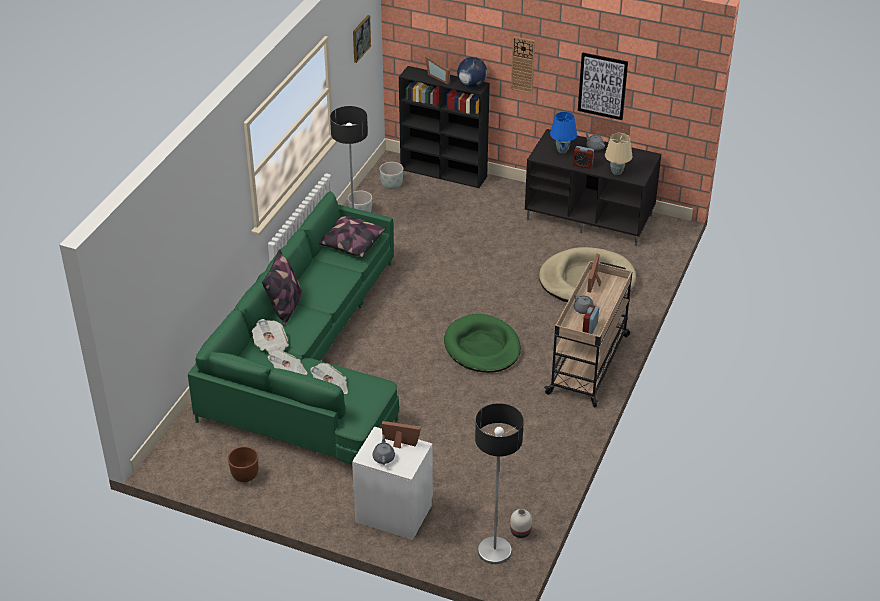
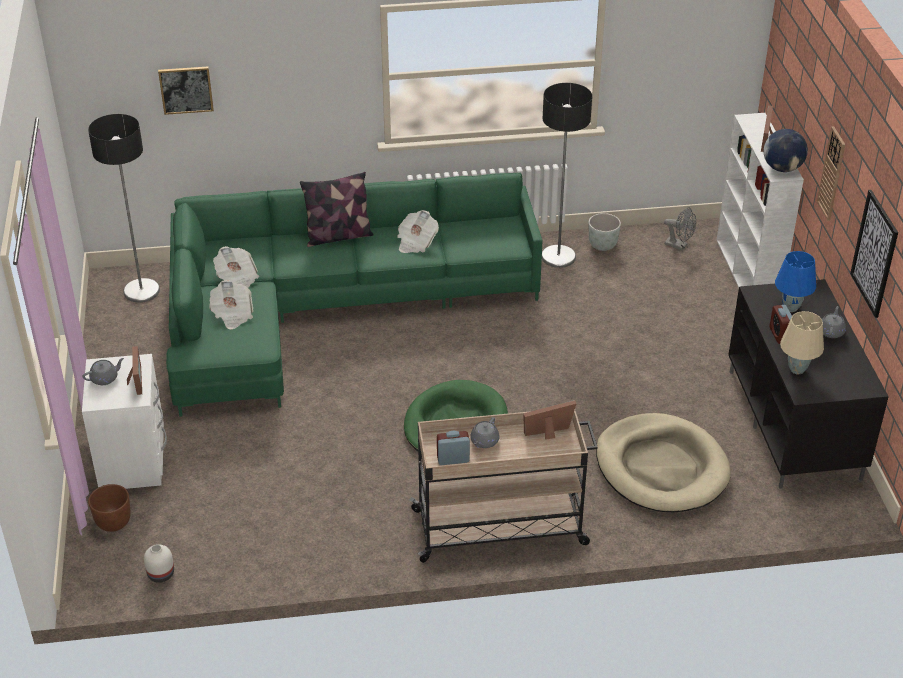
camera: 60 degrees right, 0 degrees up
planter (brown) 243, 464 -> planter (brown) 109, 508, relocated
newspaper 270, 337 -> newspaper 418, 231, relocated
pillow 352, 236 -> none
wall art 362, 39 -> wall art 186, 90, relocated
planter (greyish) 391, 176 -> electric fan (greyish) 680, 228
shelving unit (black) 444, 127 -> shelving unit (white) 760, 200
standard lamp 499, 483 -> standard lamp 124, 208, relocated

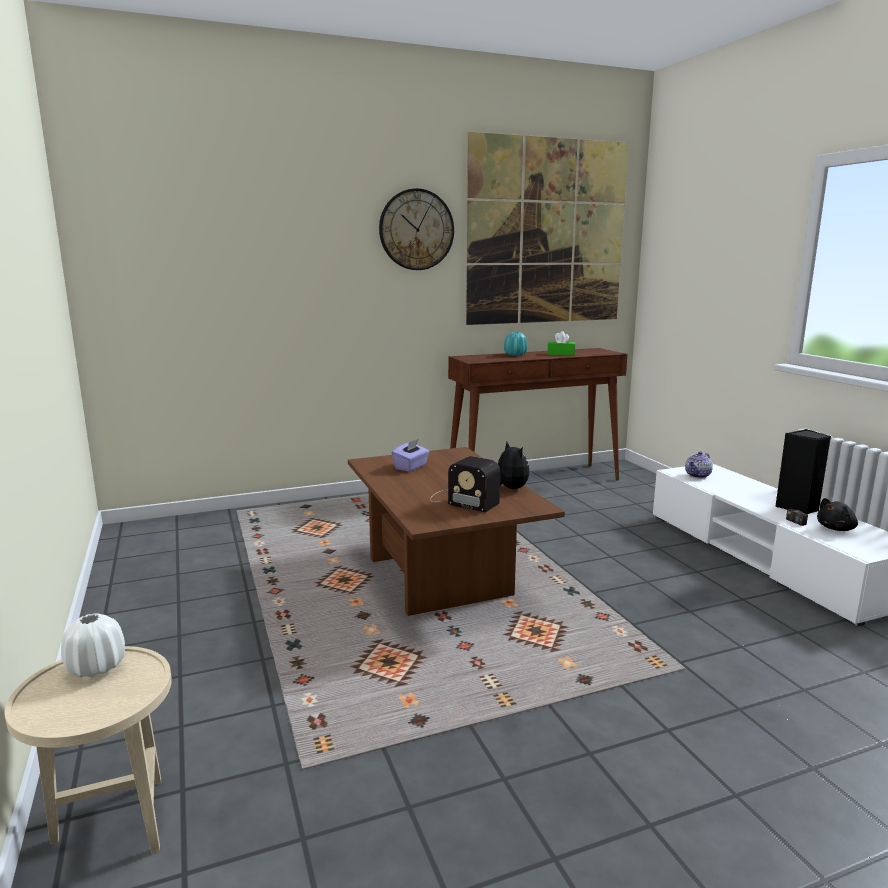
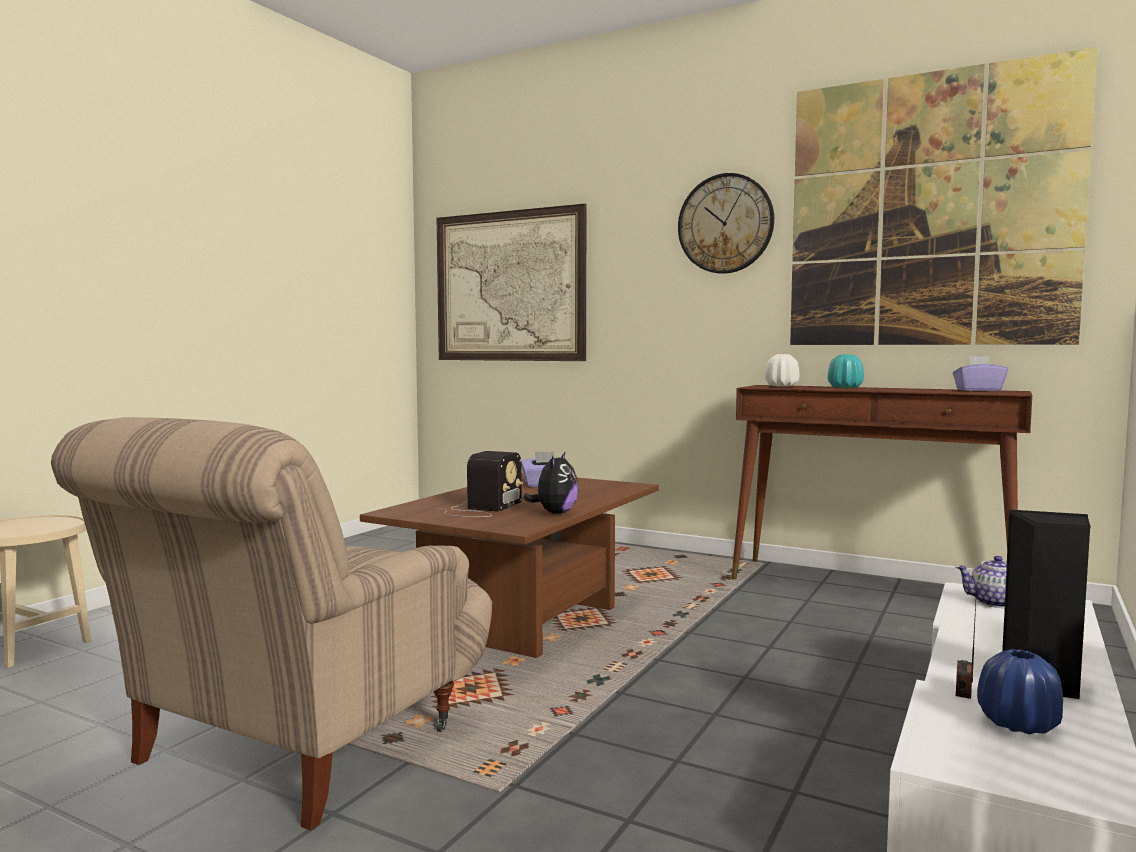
camera: 50 degrees right, 10 degrees down
flower vase (white) 93, 645 -> flower vase (white) 782, 370, relocated
radio 465, 484 -> radio 480, 484, 150 degrees counterclockwise
tissue holder (green-coloured) 561, 343 -> none
plush toy (black) 837, 514 -> flower vase (blue-coloured) 1020, 691
none -> easy chair (beige) 271, 623
none -> wall art 511, 282
none -> tissue holder (purple) 980, 373

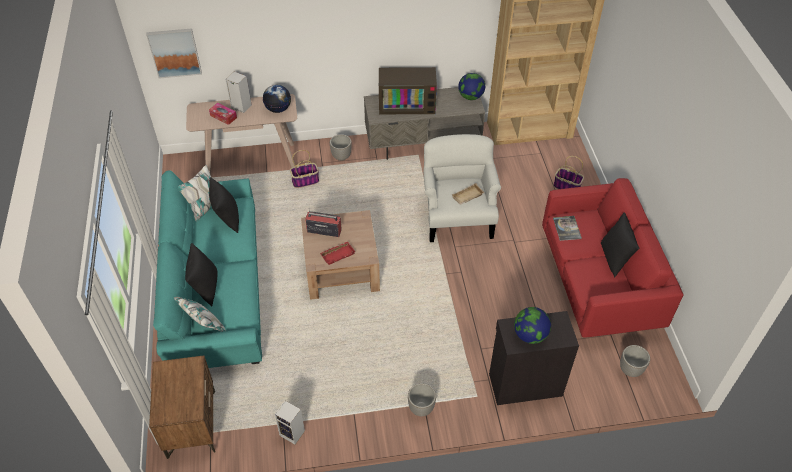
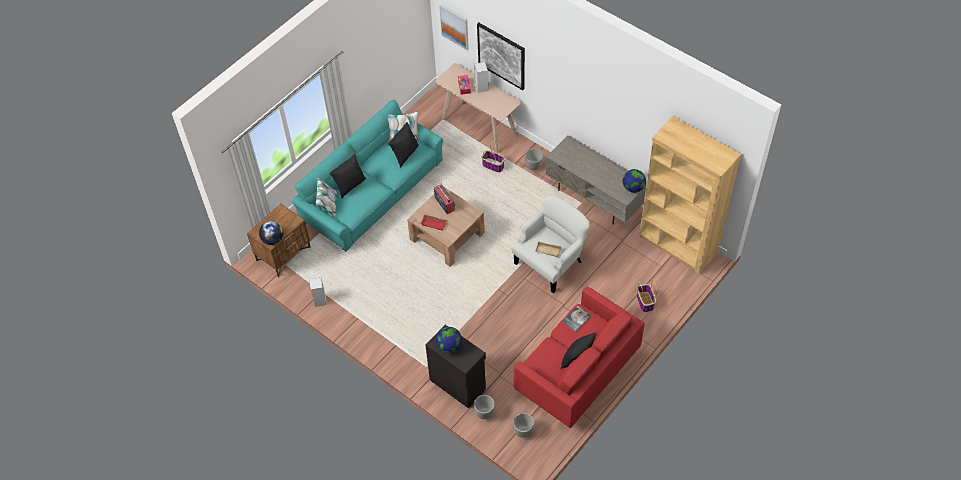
camera: 50 degrees right, 5 degrees up
globe 277, 99 -> globe 271, 233, relocated
television 408, 90 -> none
planter 422, 399 -> planter 484, 407, relocated
none -> wall art 501, 56

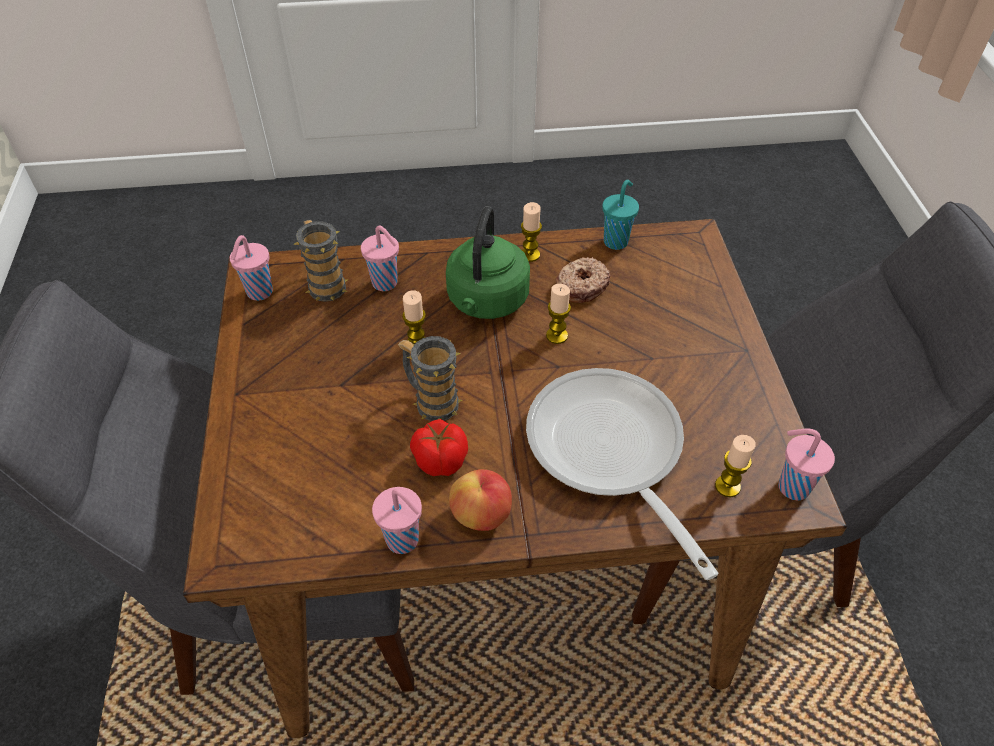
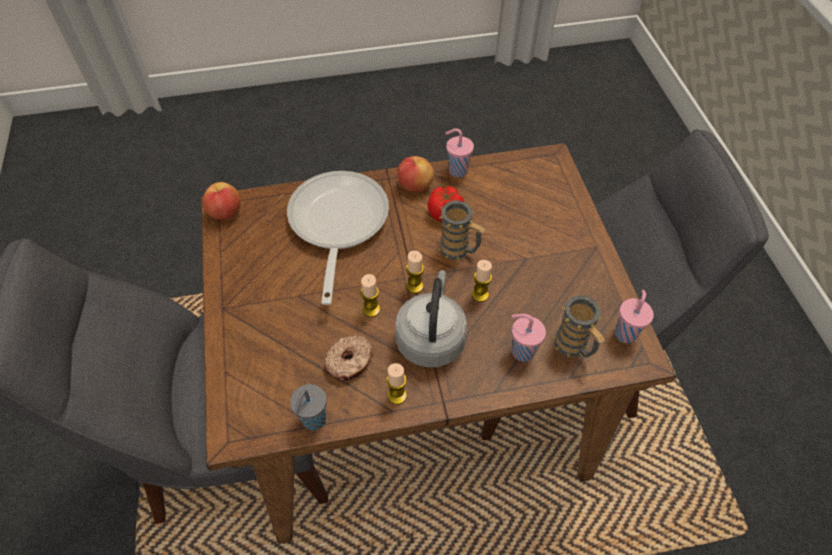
camera: 175 degrees right, 5 degrees up
kettle (green-coloured) 488, 262 -> kettle (greyish) 431, 319
pan 622, 474 -> pan 338, 238, 150 degrees counterclockwise
cup (turquoise) 621, 215 -> cup (greyish) 308, 407
candle 735, 466 -> candle 415, 271, relocated
cup (pinkish) 806, 464 -> apple 221, 201

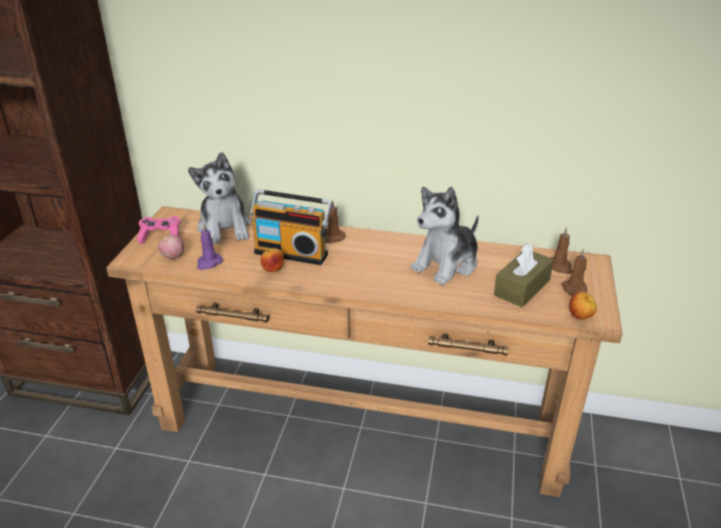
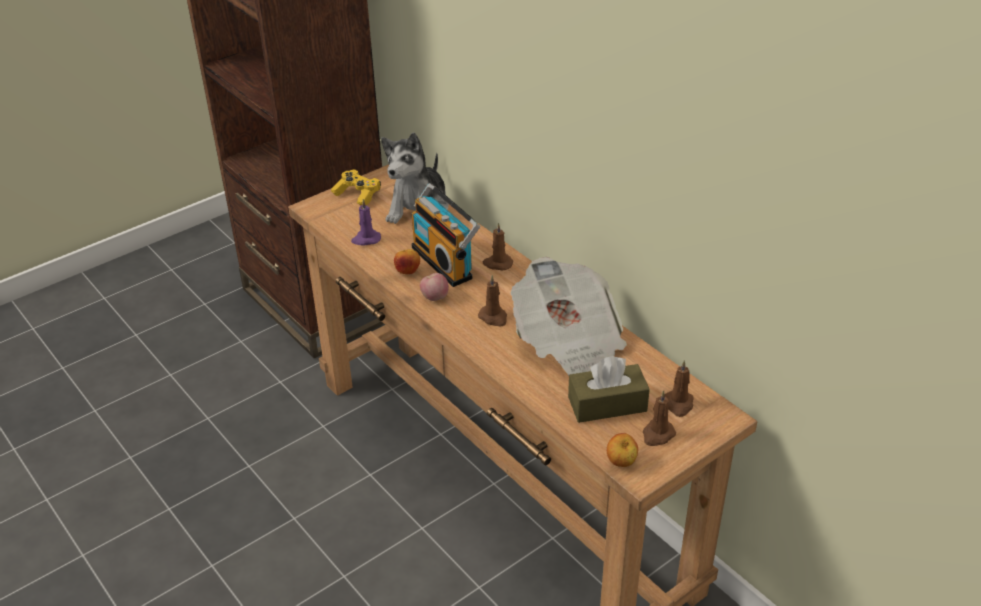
camera: 40 degrees right, 5 degrees up
game controller (pinkish) 159, 230 -> game controller (yellow-coloured) 356, 187
apple 171, 246 -> apple 434, 287, relocated
plush toy 445, 236 -> newspaper 569, 316
none -> candle (brown) 492, 300

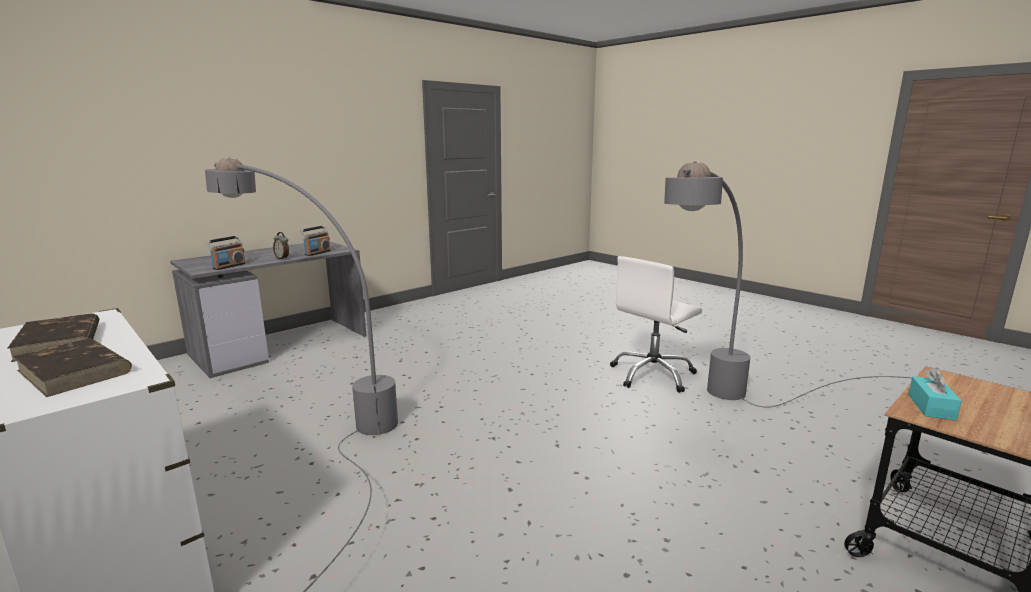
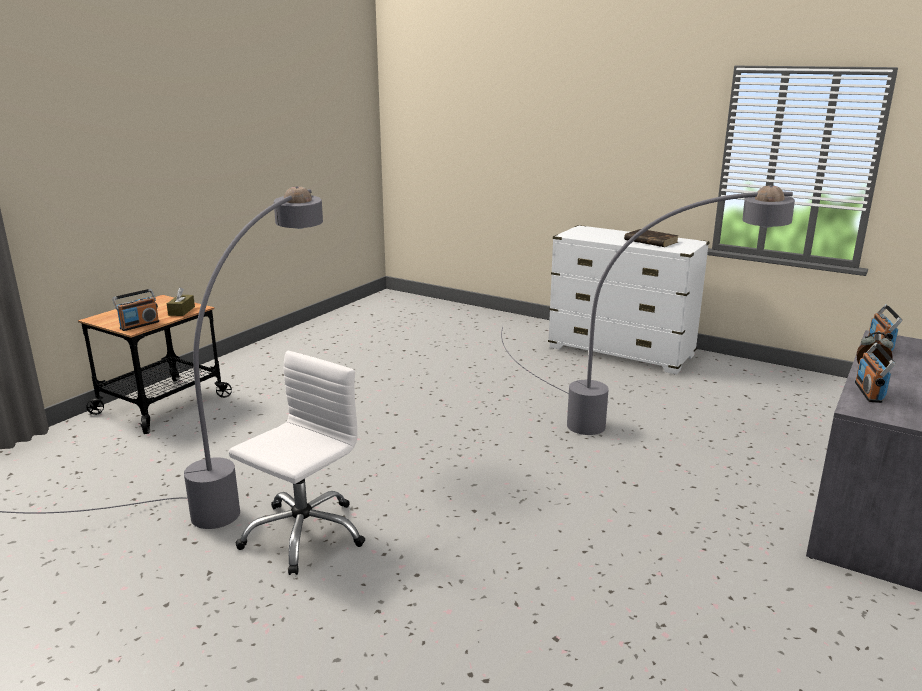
camera: 165 degrees right, 5 degrees up
volume (brown) 72, 368 -> none
tissue holder (turquoise) 935, 393 -> tissue holder (brown) 181, 301
none -> radio 135, 310

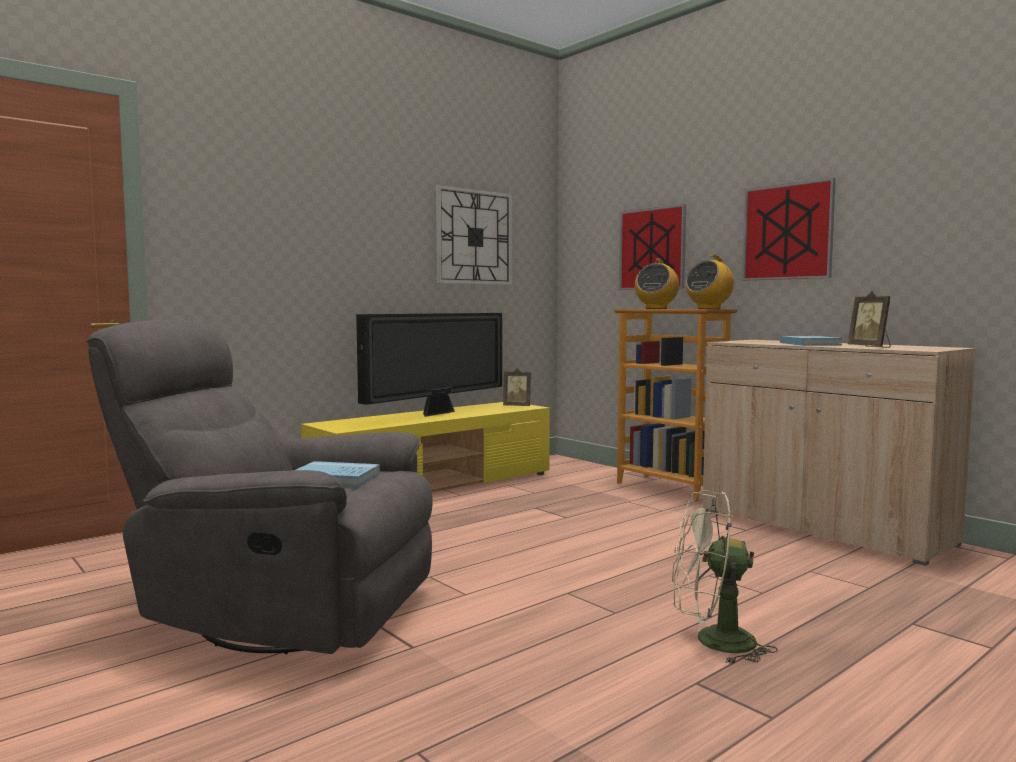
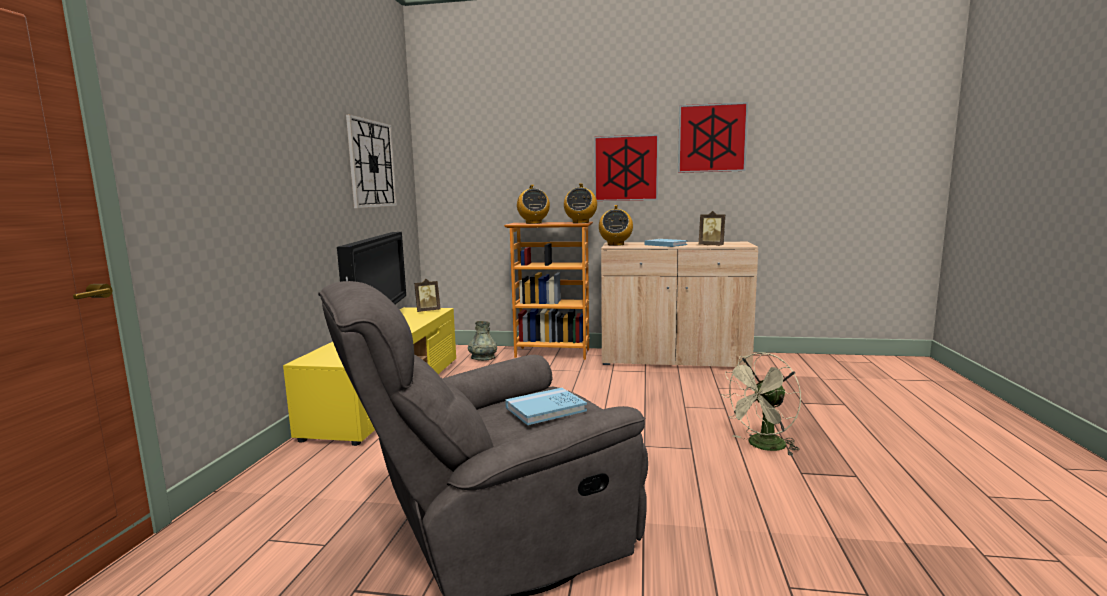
camera: 40 degrees left, 5 degrees up
wall art 652, 247 -> wall art 713, 137, relocated
none -> flower vase (greyish) 482, 341
none -> radio 616, 225

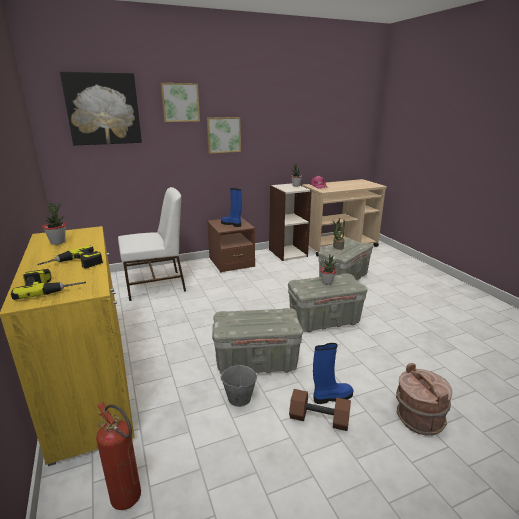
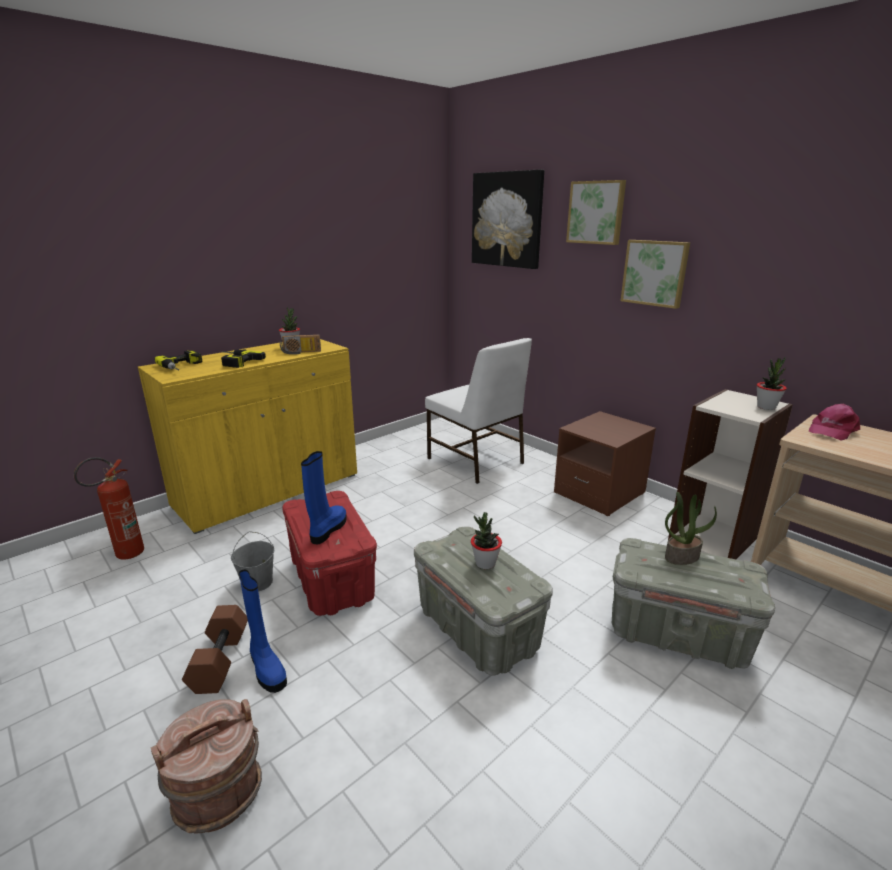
camera: 70 degrees right, 0 degrees up
storage container (greyish) 257, 341 -> storage container (red-coloured) 329, 553
tall boot (blue-coloured) 231, 207 -> tall boot (blue-coloured) 324, 497, relocated
none -> radio 300, 345

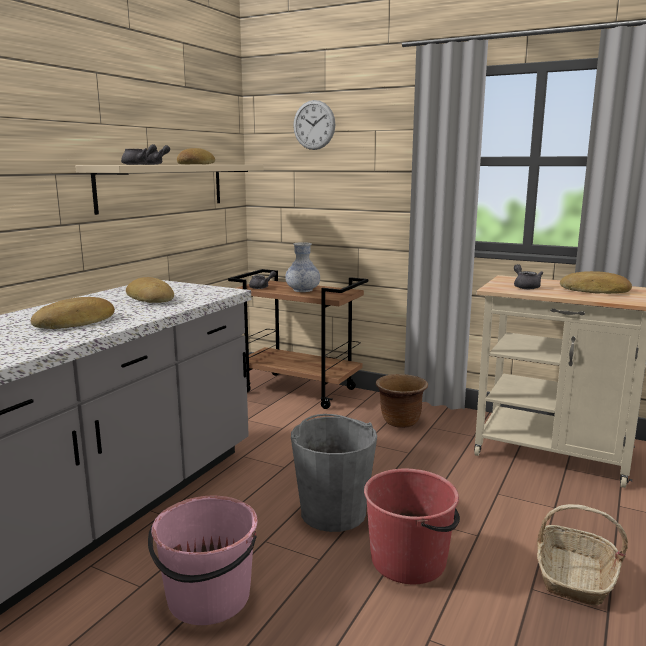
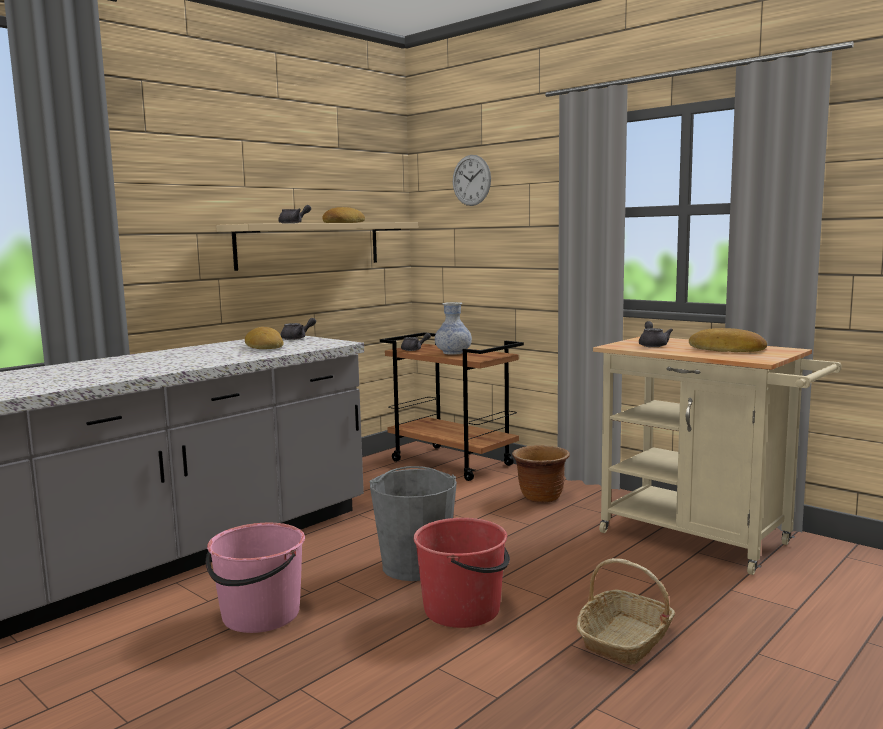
camera: 15 degrees right, 5 degrees down
baked bread 73, 313 -> none
tea pot (greyish) 139, 154 -> tea pot (greyish) 298, 329, relocated

